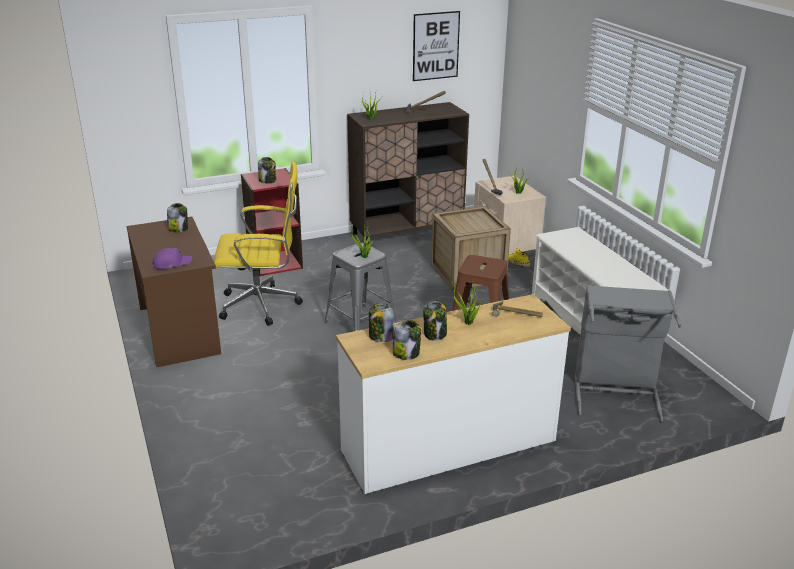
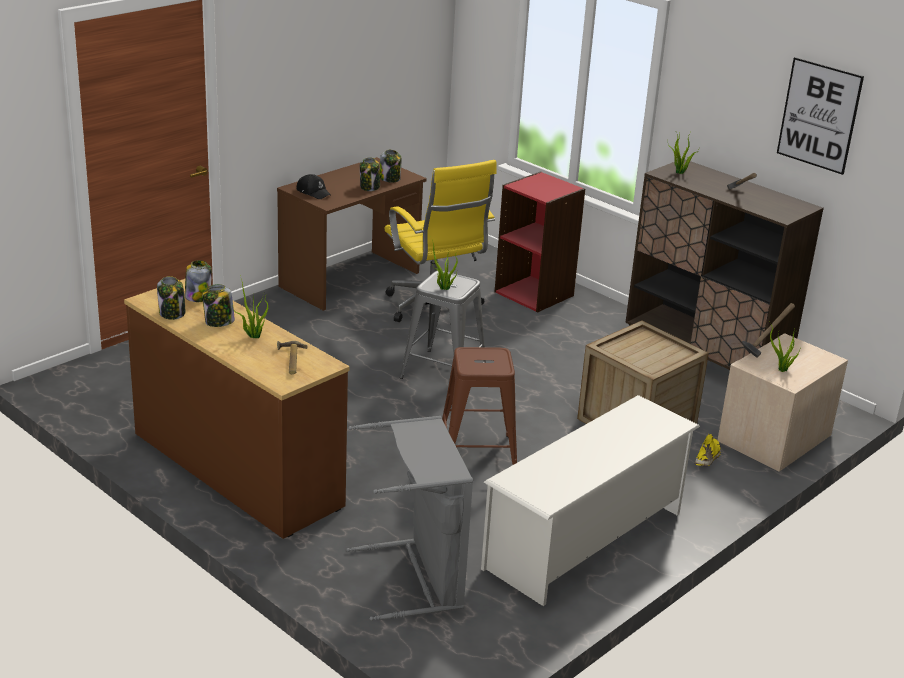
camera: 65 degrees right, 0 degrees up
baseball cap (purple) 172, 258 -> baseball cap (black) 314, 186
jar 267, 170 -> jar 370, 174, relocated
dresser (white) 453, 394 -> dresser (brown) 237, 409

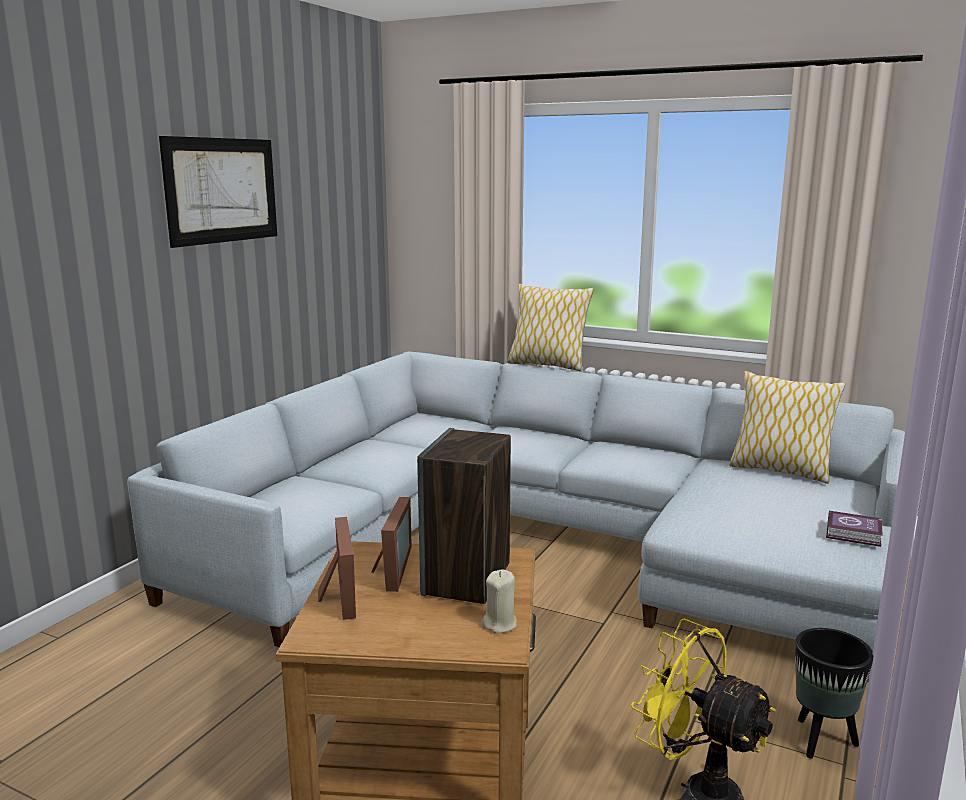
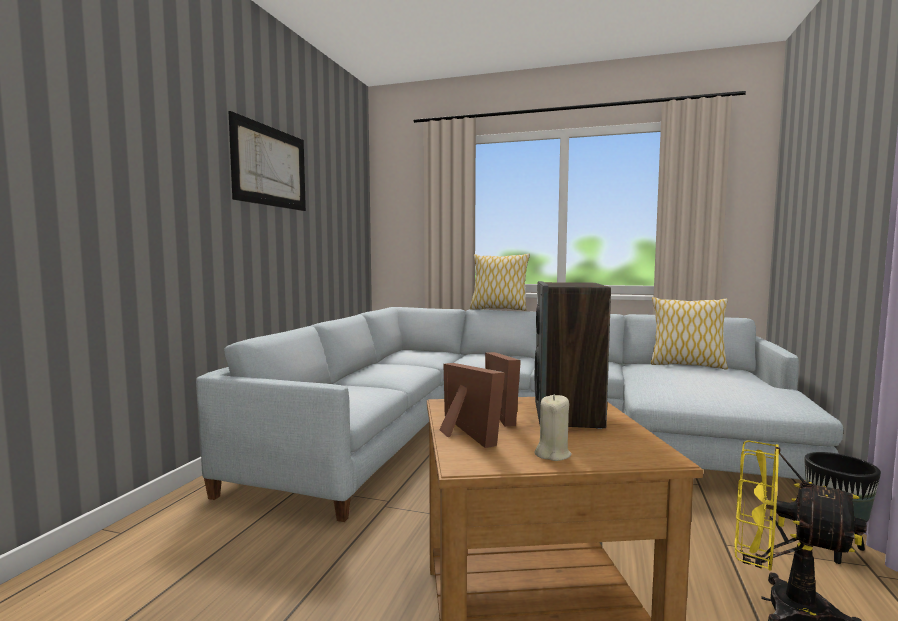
camera: 10 degrees left, 10 degrees down
candle (beige) 499, 601 -> candle (beige) 553, 427, relocated
volume 854, 529 -> none

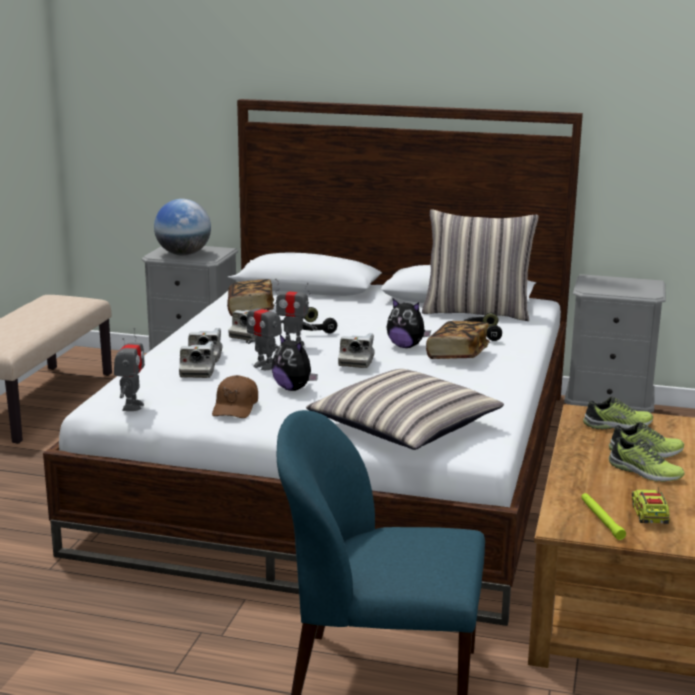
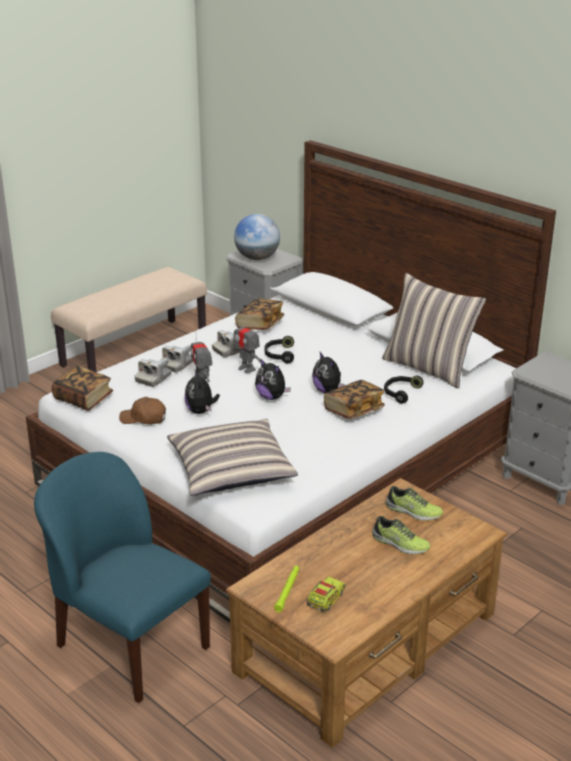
camera: 30 degrees right, 10 degrees up
robot figure 129, 369 -> volume 82, 388
baseball cap (brown) 235, 396 -> baseball cap (brown) 142, 411, 60 degrees clockwise
still camera 356, 350 -> plush toy 273, 379
item of footwear 647, 459 -> none

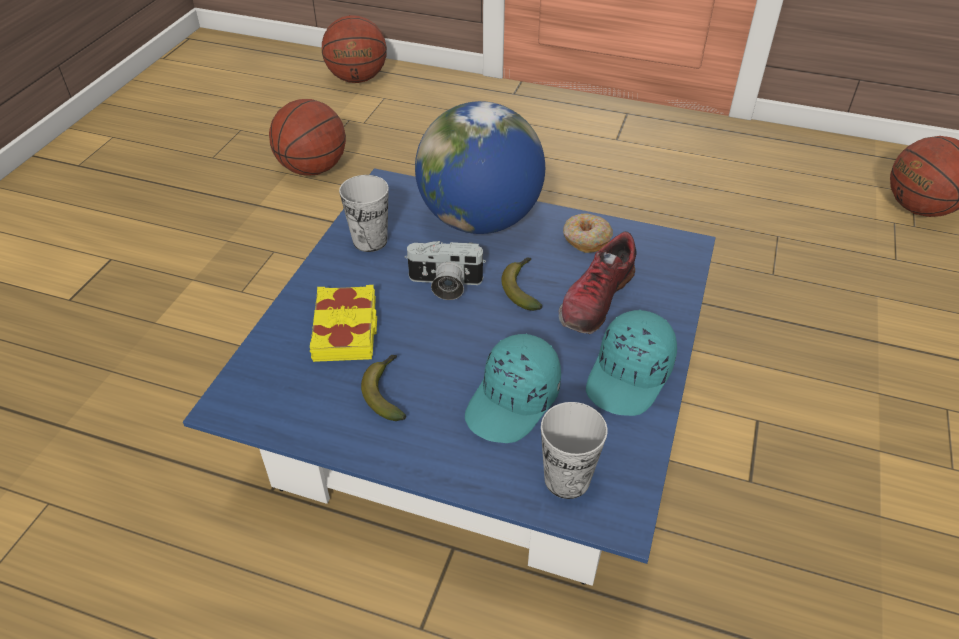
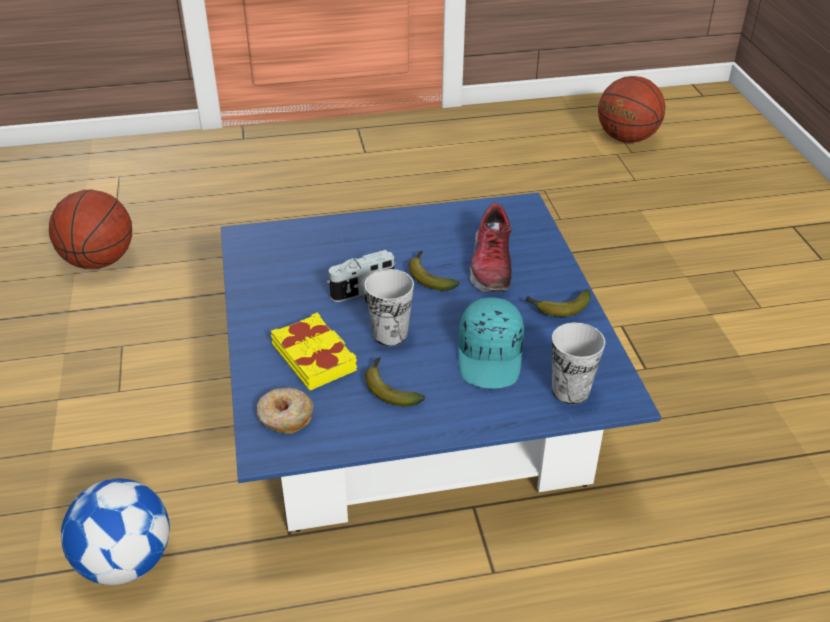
camera: 30 degrees left, 5 degrees down
basketball ball 354, 49 -> none
cup 364, 213 -> cup 389, 307, relocated
globe 480, 167 -> none
ring doughnut 588, 233 -> ring doughnut 285, 411, relocated
baseball cap (turquoise) 631, 363 -> whole banana 558, 303
none -> football ball 115, 531

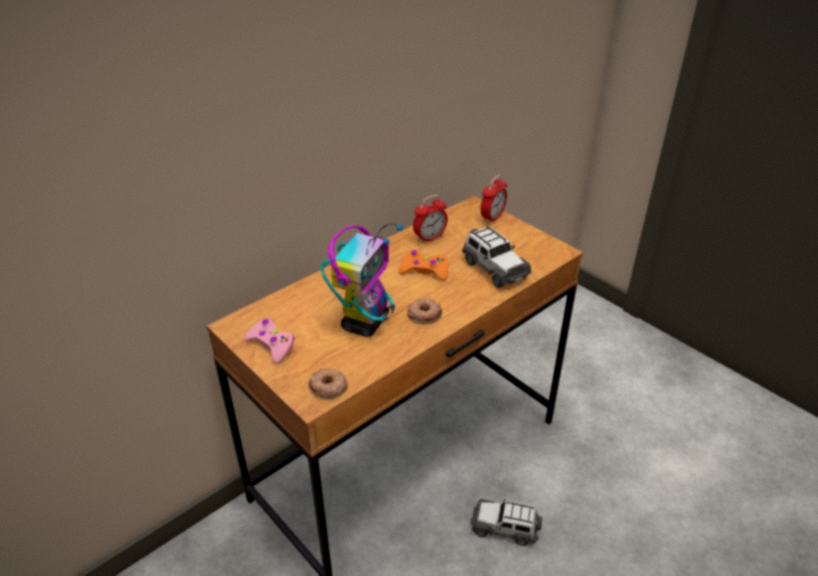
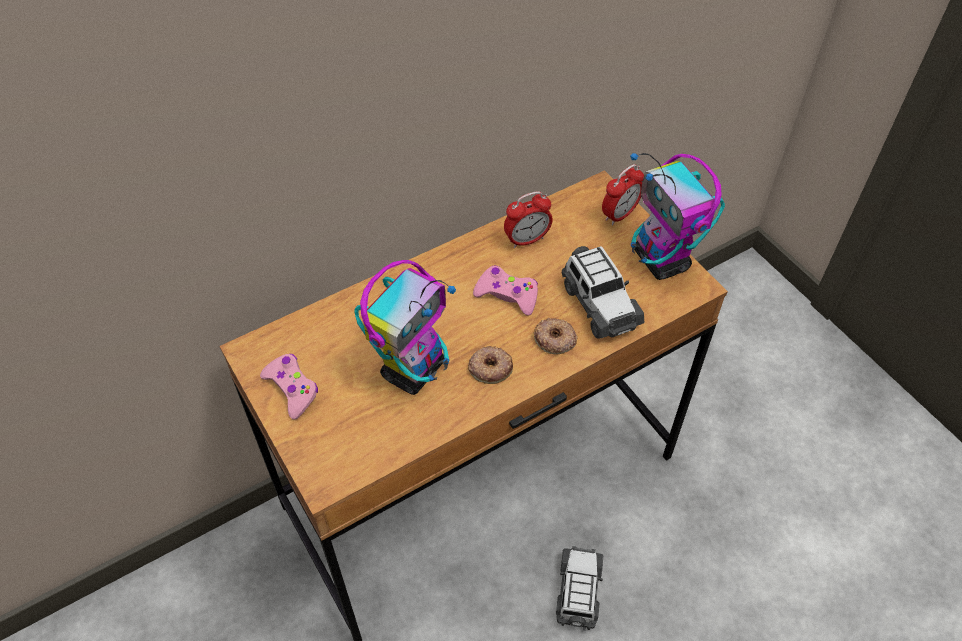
camera: 10 degrees right, 15 degrees up
ring doughnut 328, 384 -> ring doughnut 556, 336, relocated
game controller (orange-coloured) 423, 265 -> game controller (pinkish) 505, 290
model car 506, 522 -> model car 579, 588, 75 degrees clockwise
none -> robot figure 677, 216

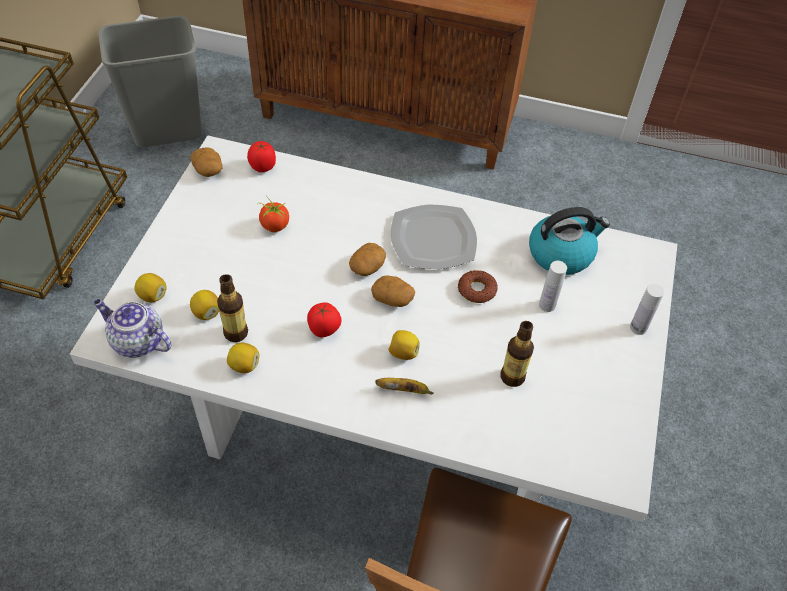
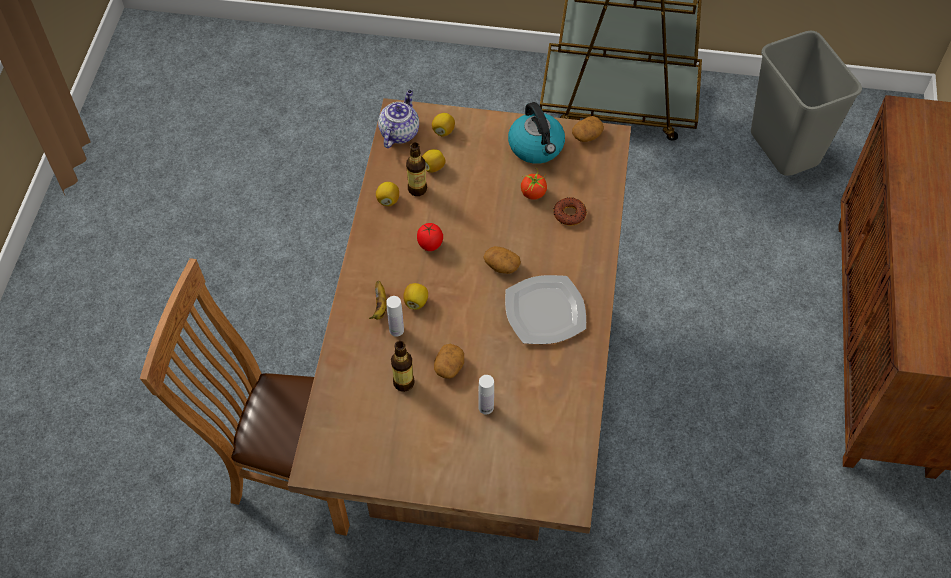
camera: 85 degrees right, 5 degrees up
dinner table (white) 374, 329 -> dinner table (brown) 459, 319
whole tomato 261, 156 -> none
whole potato 393, 291 -> whole potato 449, 361, relocated
ring doughnut 478, 286 -> ring doughnut 570, 211, relocated
kettle 569, 241 -> kettle 536, 133, relocated
drink bottle (white) 647, 309 -> drink bottle (white) 395, 316, relocated

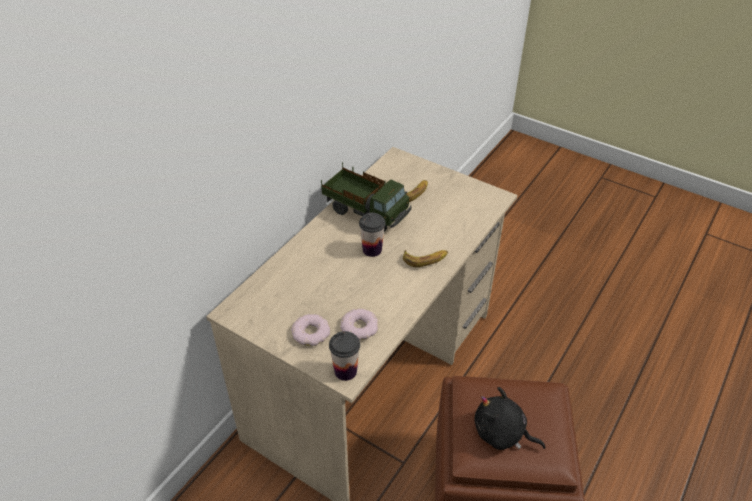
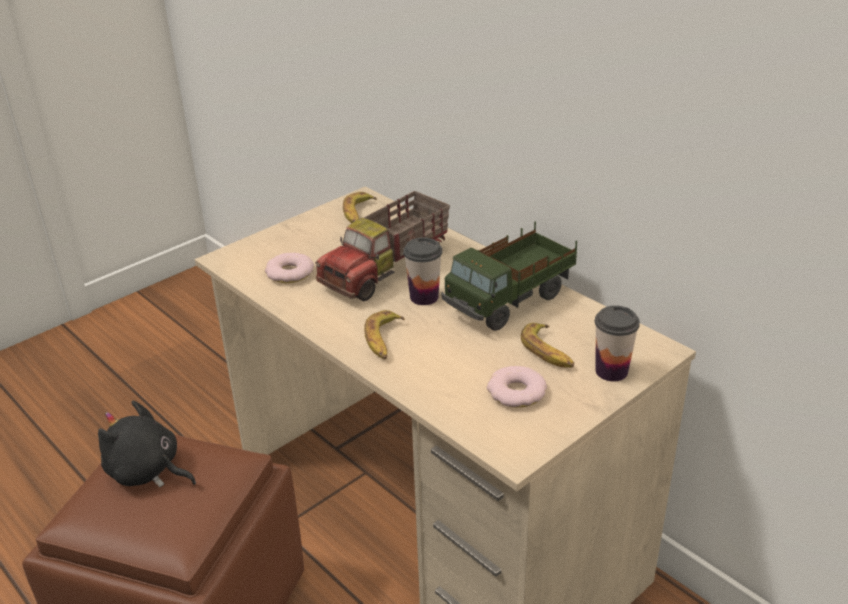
camera: 105 degrees right, 10 degrees down
ring doughnut 310, 330 -> ring doughnut 517, 387, relocated
cup 344, 356 -> cup 617, 343, relocated
plush toy (black) 510, 418 -> plush toy (black) 147, 444, 105 degrees counterclockwise
none -> toy lorry 382, 246
none -> whole banana 360, 207

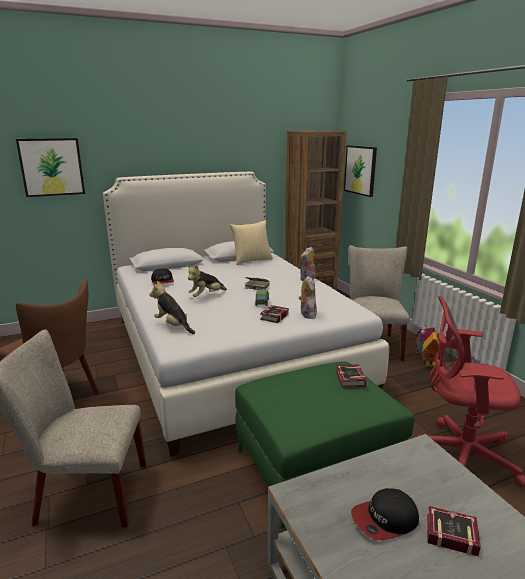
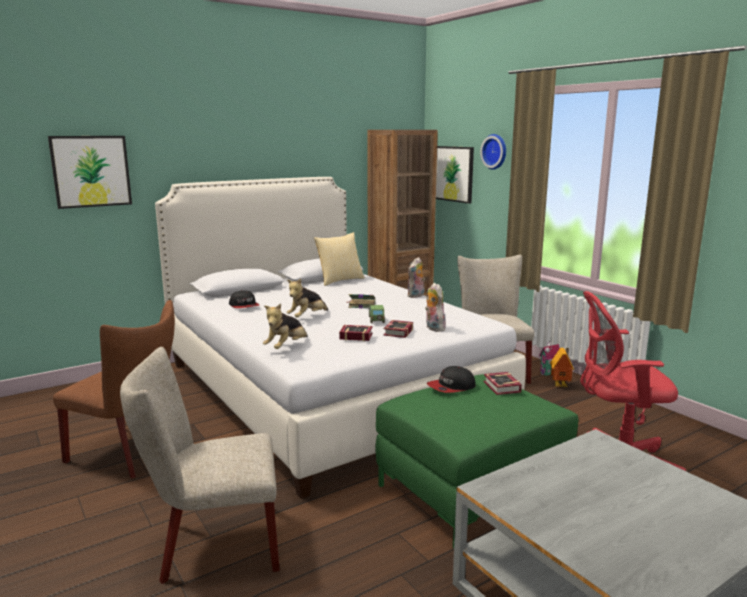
camera: 10 degrees left, 5 degrees down
plush toy 172, 307 -> plush toy 285, 326, 90 degrees counterclockwise
baseball cap 385, 514 -> baseball cap 451, 379, relocated
volume 454, 531 -> volume 356, 333, relocated
none -> clock on the wall 493, 152

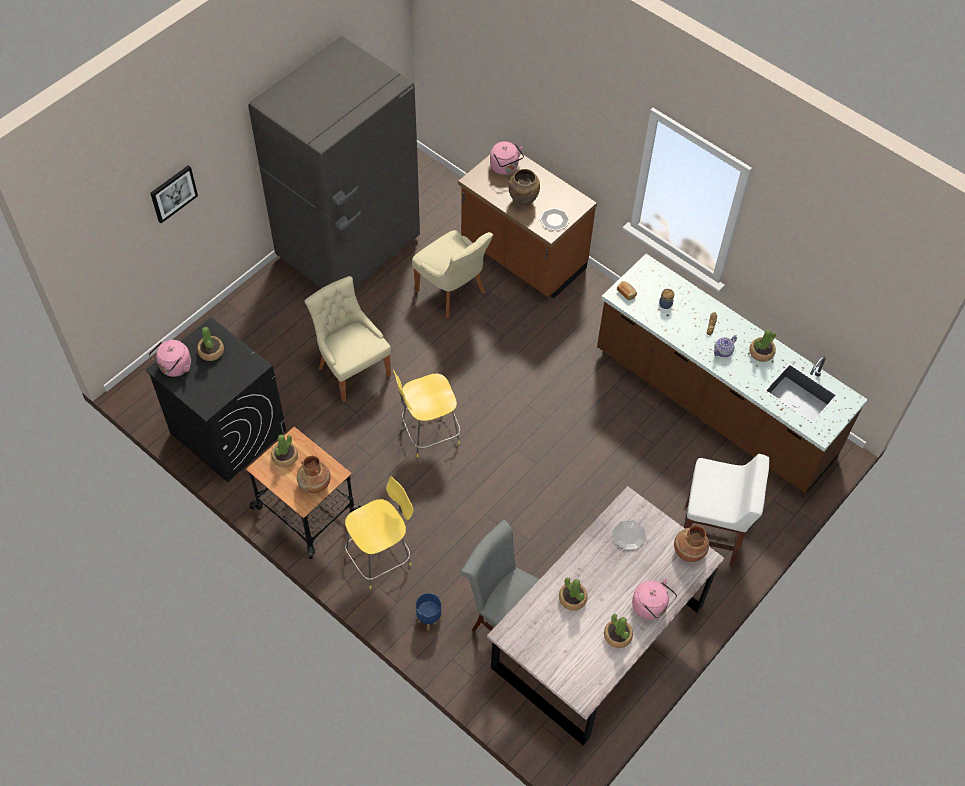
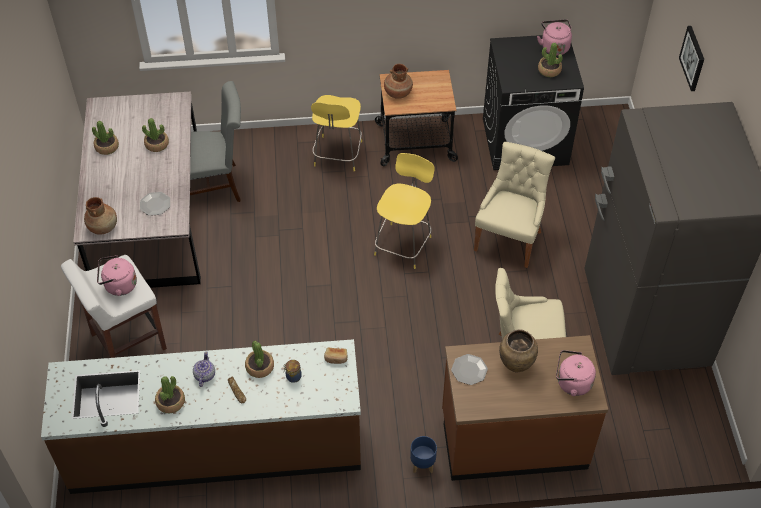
camera: 135 degrees right, 5 degrees down
potted plant 284, 450 -> potted plant 259, 359, relocated
plain chair (beige) 348, 339 -> plain chair (beige) 514, 205, 75 degrees counterclockwise
planter (blue-coloured) 429, 611 -> planter (blue-coloured) 423, 454, relocated
kettle (pinkish) 654, 599 -> kettle (pinkish) 117, 275, relocated

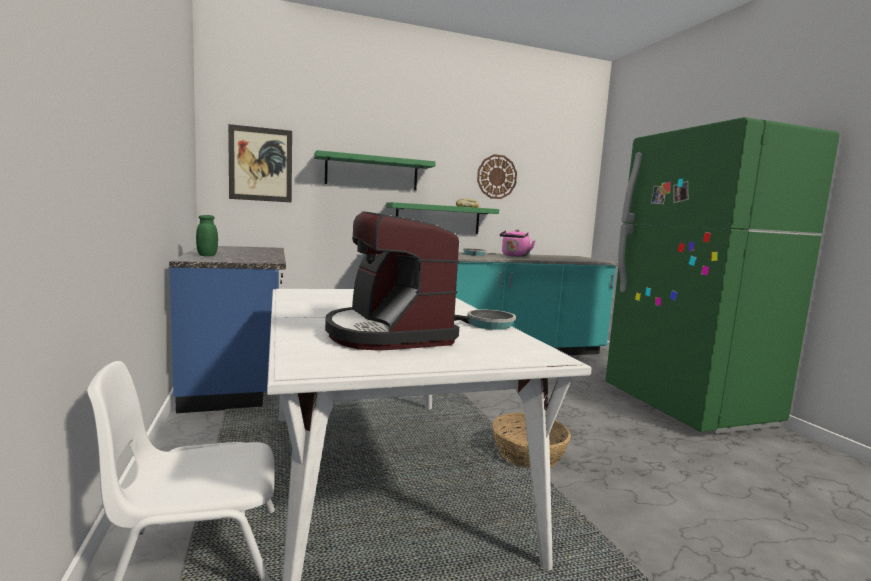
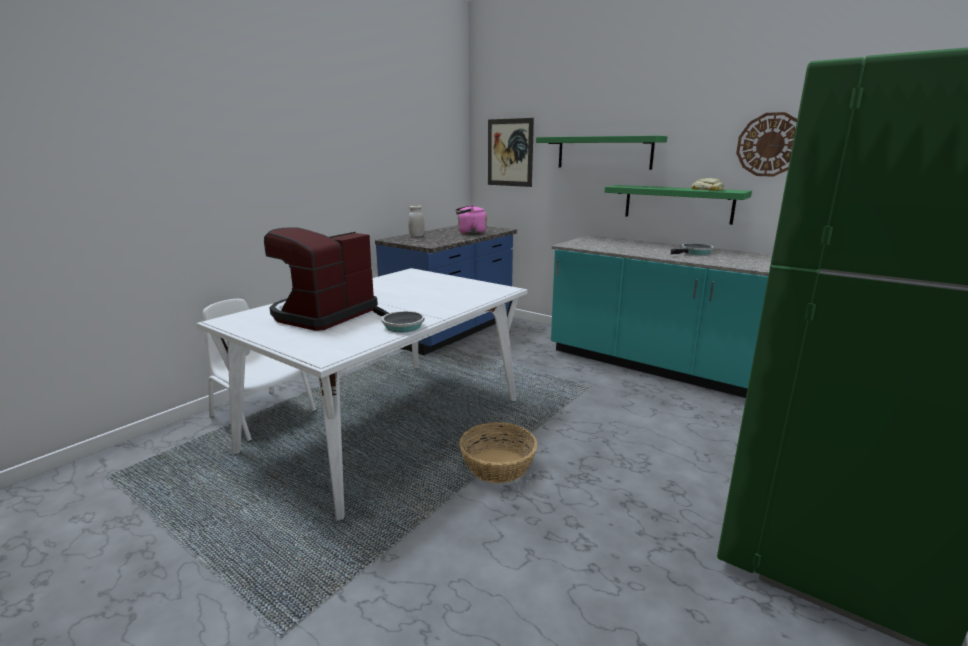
camera: 55 degrees right, 10 degrees up
jar (green-coloured) 207, 235 -> jar (white) 416, 221
kettle (pinkish) 518, 243 -> kettle (pinkish) 471, 220, relocated

